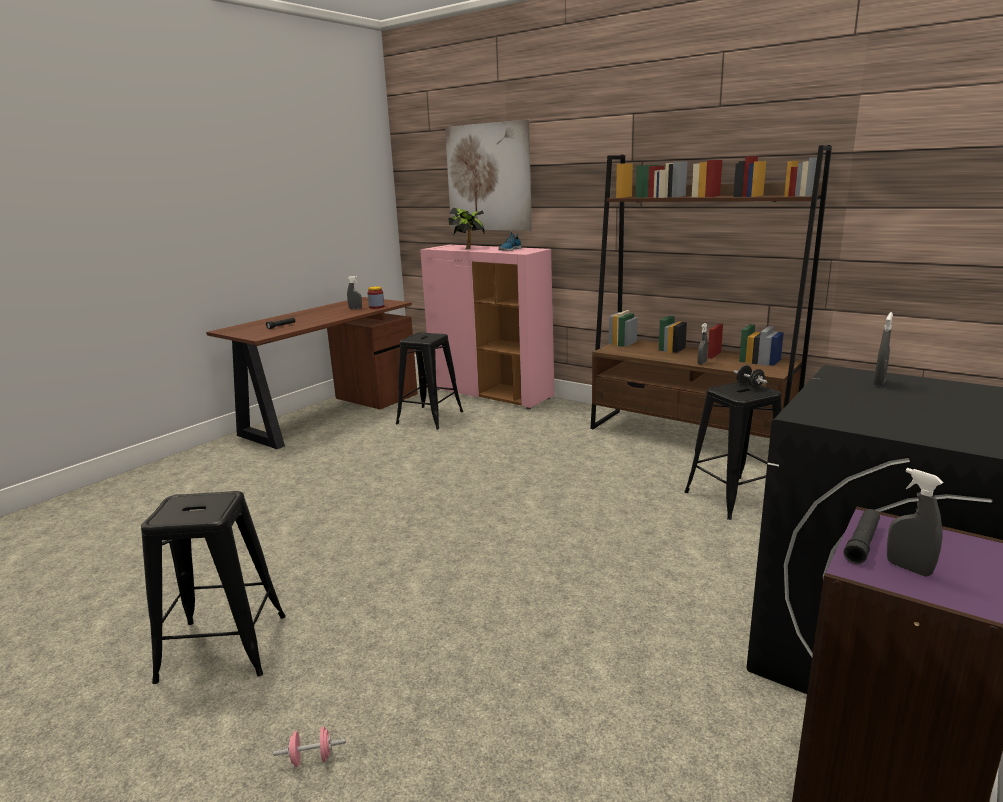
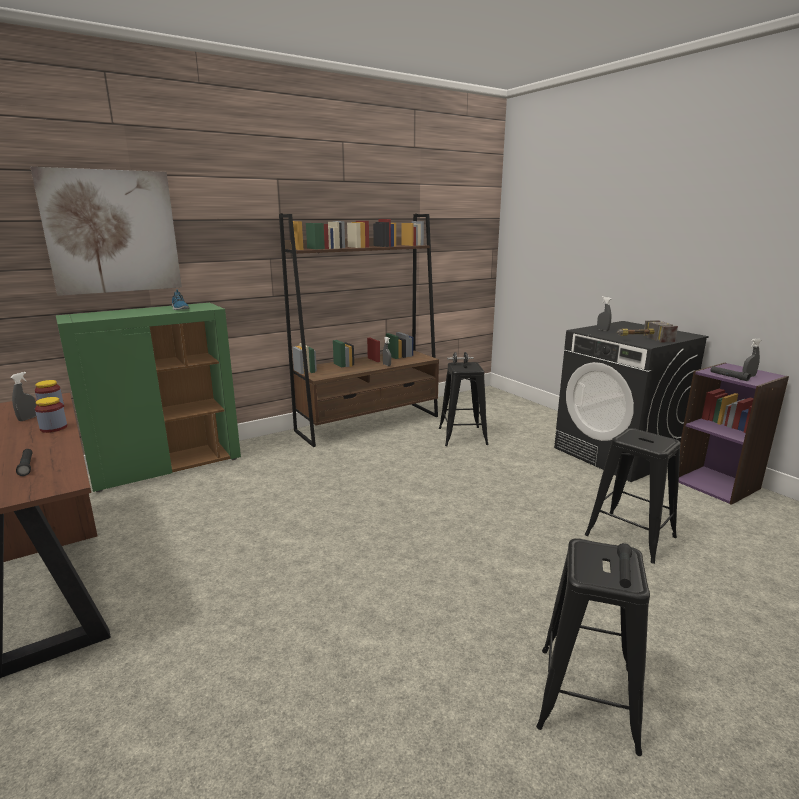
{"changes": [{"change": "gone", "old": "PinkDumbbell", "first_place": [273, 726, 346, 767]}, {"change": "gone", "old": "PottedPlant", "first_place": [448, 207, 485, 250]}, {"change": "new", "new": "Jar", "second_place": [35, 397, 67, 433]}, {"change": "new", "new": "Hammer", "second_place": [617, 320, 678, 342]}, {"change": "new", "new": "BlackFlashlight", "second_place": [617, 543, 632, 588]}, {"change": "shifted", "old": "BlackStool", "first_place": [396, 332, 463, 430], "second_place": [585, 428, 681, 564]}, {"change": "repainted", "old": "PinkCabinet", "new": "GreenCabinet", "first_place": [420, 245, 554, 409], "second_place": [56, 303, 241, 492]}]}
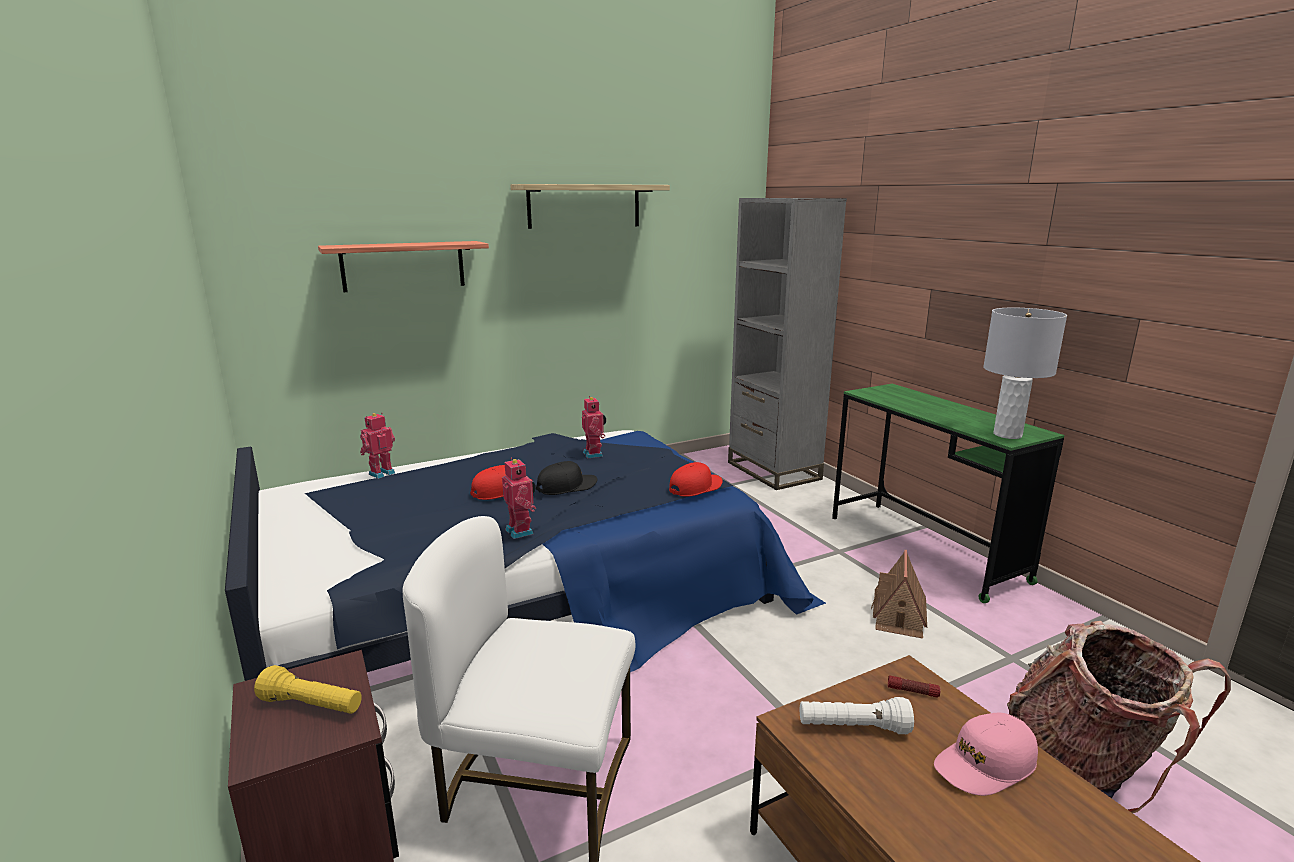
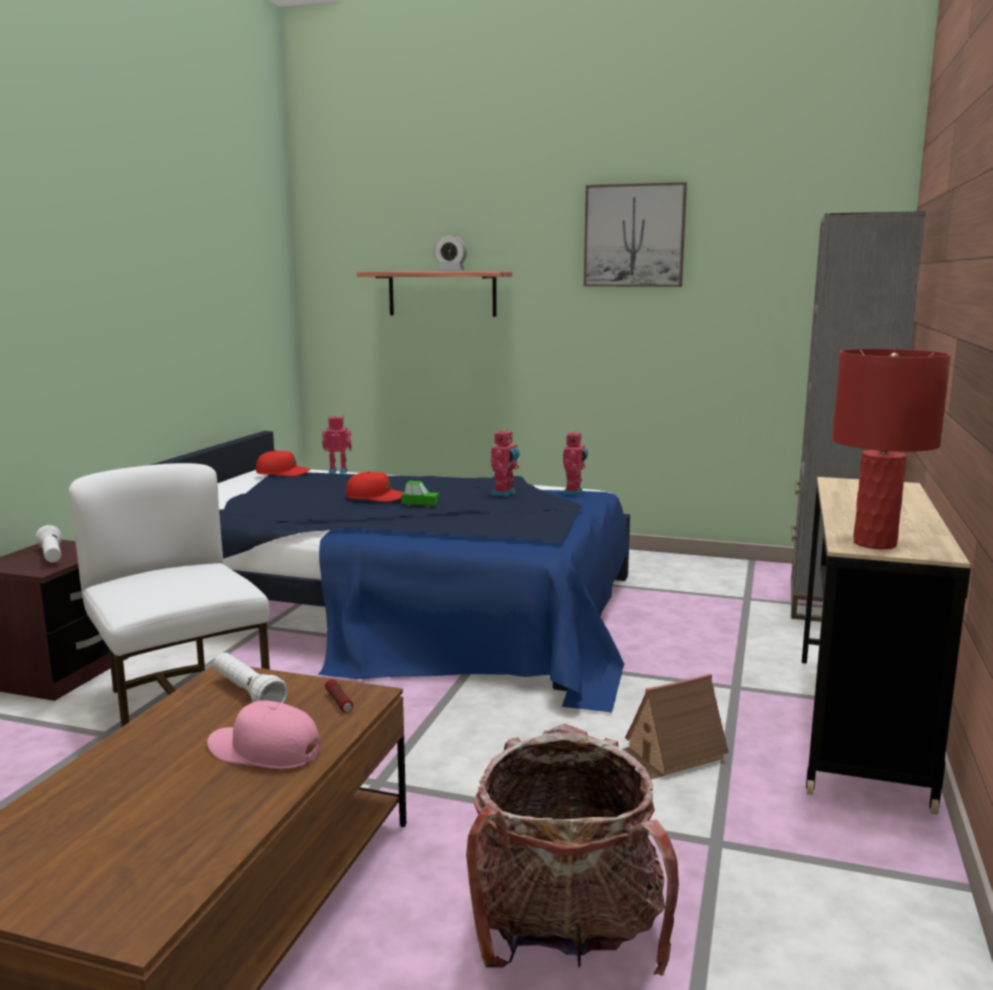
{"changes": [{"change": "new", "new": "AlarmClock", "second_place": [434, 235, 467, 270]}, {"change": "shifted", "old": "ToyRobot", "first_place": [502, 457, 536, 539], "second_place": [563, 430, 588, 495]}, {"change": "shifted", "old": "RedCap", "first_place": [669, 462, 723, 497], "second_place": [256, 450, 311, 477]}, {"change": "swapped", "old": "Shelf", "new": "Picture", "first_place": [510, 184, 670, 229], "second_place": [584, 182, 687, 287]}, {"change": "swapped", "old": "BlackCap", "new": "GreenToyCar", "first_place": [536, 461, 597, 495], "second_place": [401, 481, 439, 508]}, {"change": "repainted", "old": "YellowFlashlight", "new": "WhiteFlashlight", "first_place": [254, 665, 362, 714], "second_place": [35, 525, 62, 563]}, {"change": "repainted", "old": "GreenDesk", "new": "BeigeDesk", "first_place": [832, 384, 1064, 603], "second_place": [802, 477, 971, 815]}, {"change": "repainted", "old": "GreyTableLamp", "new": "RedTableLamp", "first_place": [983, 308, 1067, 439], "second_place": [832, 349, 951, 549]}]}
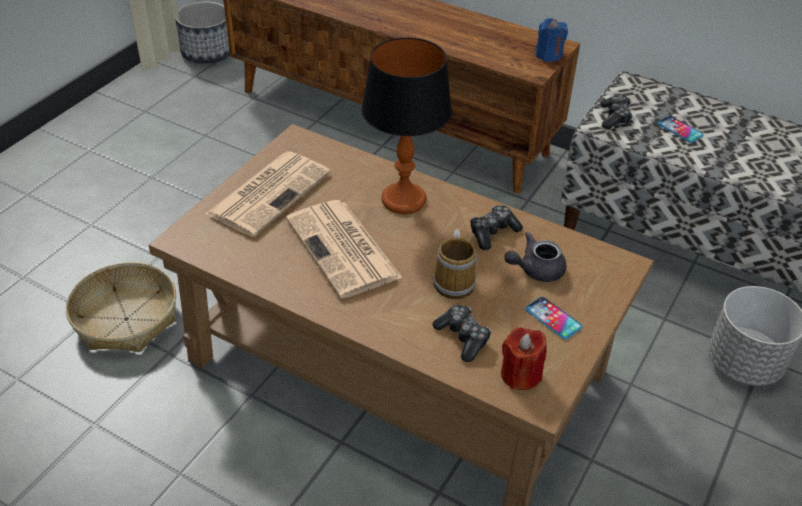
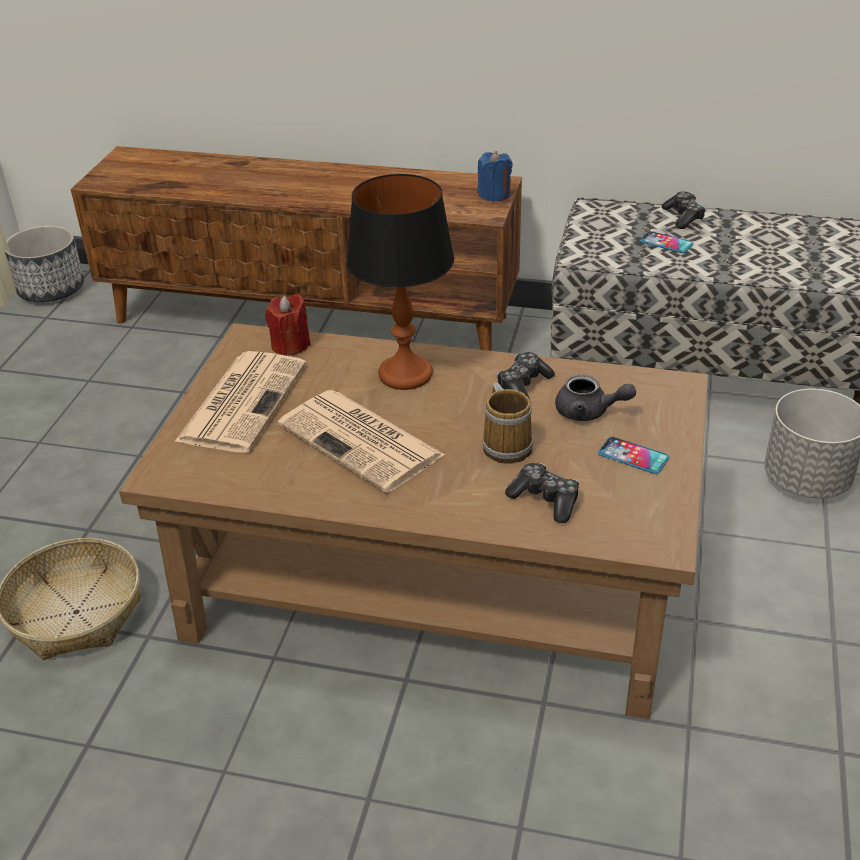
{"changes": [{"change": "shifted", "old": "RedCandle", "first_place": [501, 327, 547, 390], "second_place": [265, 294, 311, 356]}, {"change": "shifted", "old": "GameController", "first_place": [601, 94, 633, 129], "second_place": [662, 191, 706, 229]}, {"change": "rotated", "old": "GreyTeapot", "first_place": [504, 232, 566, 282], "second_place": [555, 374, 636, 421], "degrees": -120}]}
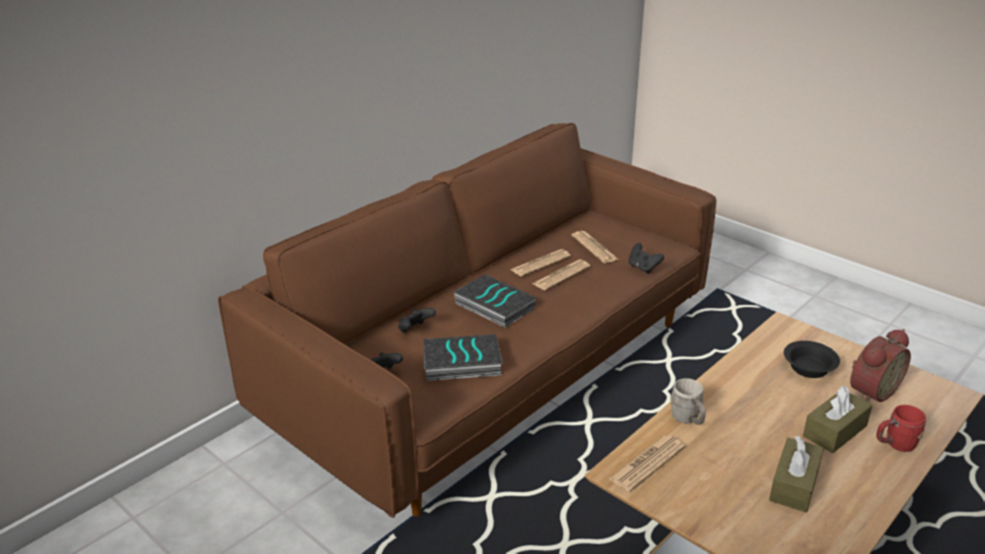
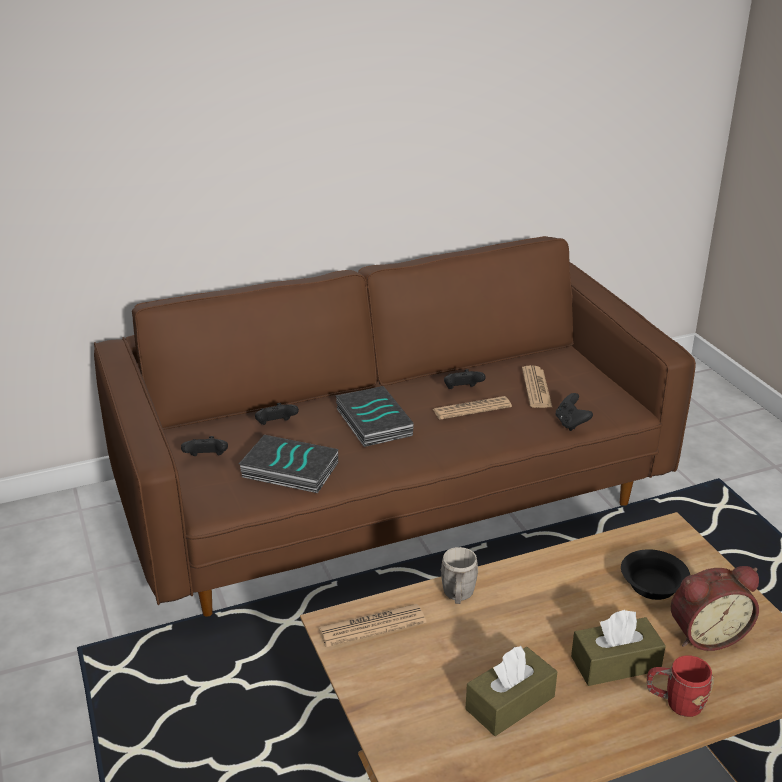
{"changes": [{"change": "swapped", "old": "Newspaper", "new": "BlackGameController", "first_place": [510, 249, 571, 277], "second_place": [444, 369, 485, 389]}]}
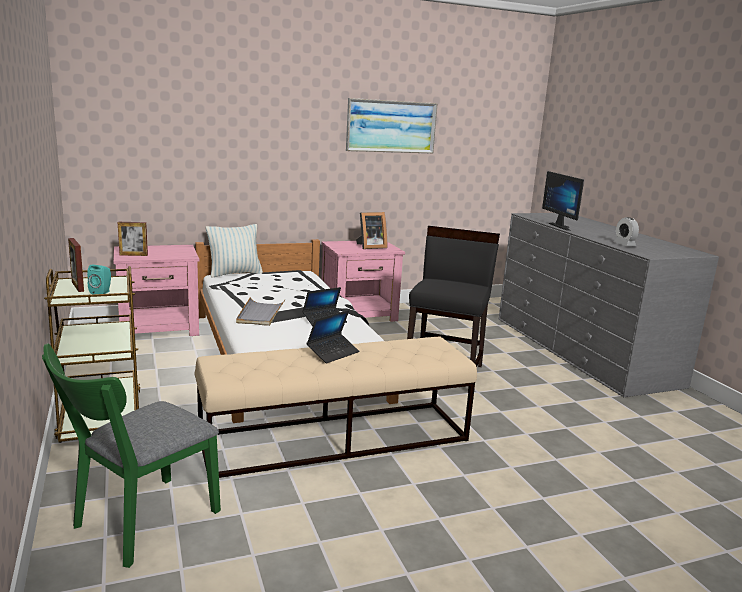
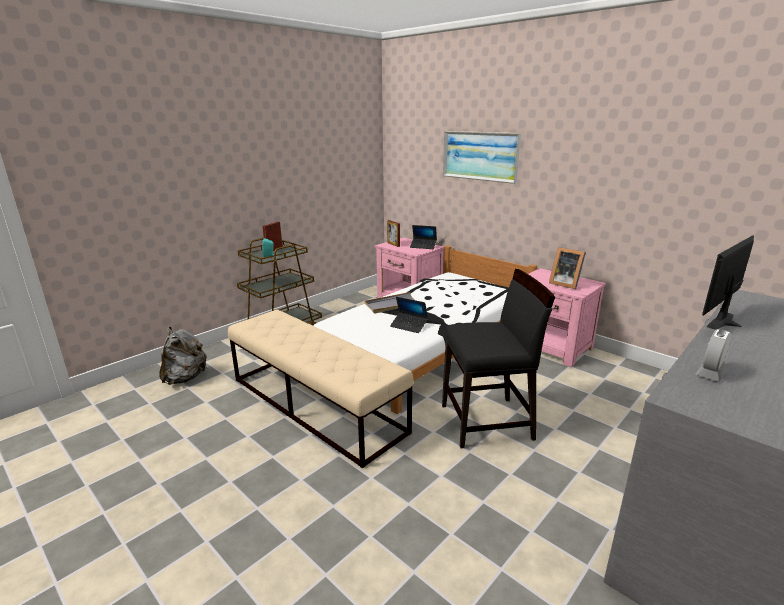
{"changes": [{"change": "gone", "old": "Pillow", "first_place": [206, 224, 263, 278]}, {"change": "shifted", "old": "Laptop", "first_place": [307, 310, 359, 363], "second_place": [410, 225, 437, 249]}, {"change": "shifted", "old": "Picture", "first_place": [346, 98, 438, 154], "second_place": [443, 131, 521, 184]}, {"change": "swapped", "old": "GreenChair", "new": "GreyBackpack", "first_place": [42, 343, 221, 568], "second_place": [159, 327, 207, 385]}]}
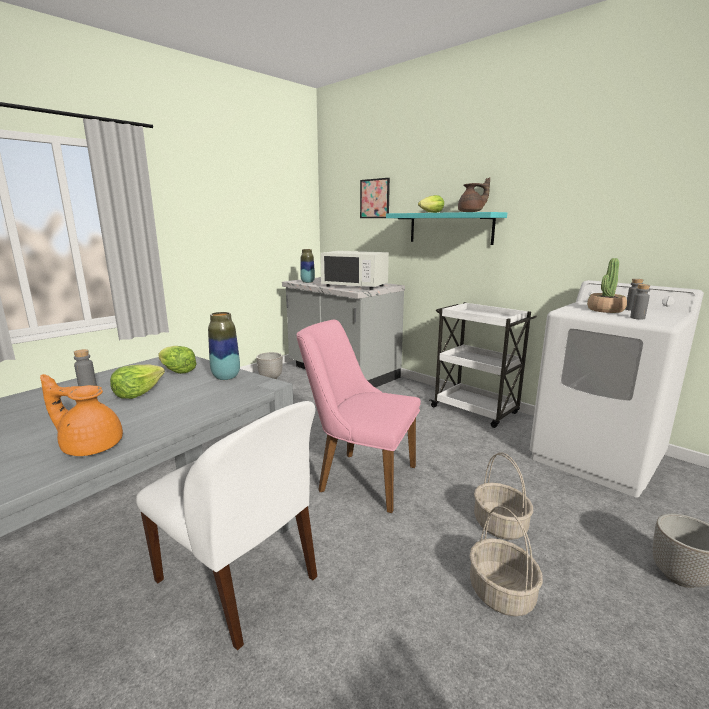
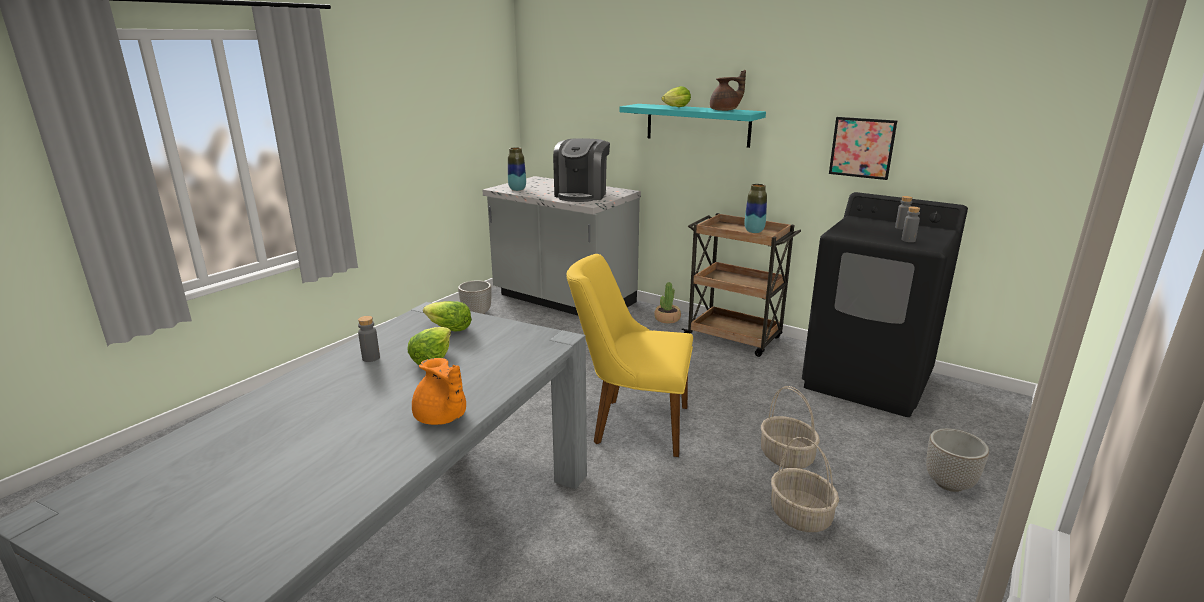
{"changes": [{"change": "gone", "old": "WhiteChair", "first_place": [136, 401, 317, 650]}, {"change": "shifted", "old": "Vase", "first_place": [208, 312, 240, 380], "second_place": [744, 184, 767, 233]}, {"change": "shifted", "old": "Picture", "first_place": [360, 178, 390, 218], "second_place": [829, 117, 897, 180]}, {"change": "shifted", "old": "PottedPlant", "first_place": [587, 258, 627, 313], "second_place": [654, 282, 681, 323]}, {"change": "swapped", "old": "WhiteMicrowave", "new": "CoffeeMachine", "first_place": [321, 251, 389, 290], "second_place": [553, 138, 610, 202]}, {"change": "repainted", "old": "PinkChair", "new": "YellowChair", "first_place": [296, 320, 421, 513], "second_place": [566, 254, 693, 457]}, {"change": "repainted", "old": "WhiteCart", "new": "BrownCart", "first_place": [430, 302, 537, 428], "second_place": [681, 213, 801, 357]}, {"change": "repainted", "old": "WhiteWashingMachine", "new": "BlackWashingMachine", "first_place": [529, 280, 704, 498], "second_place": [802, 192, 968, 417]}, {"change": "rotated", "old": "OrangeTeapot", "first_place": [40, 374, 123, 456], "second_place": [412, 358, 466, 425], "degrees": -135}]}
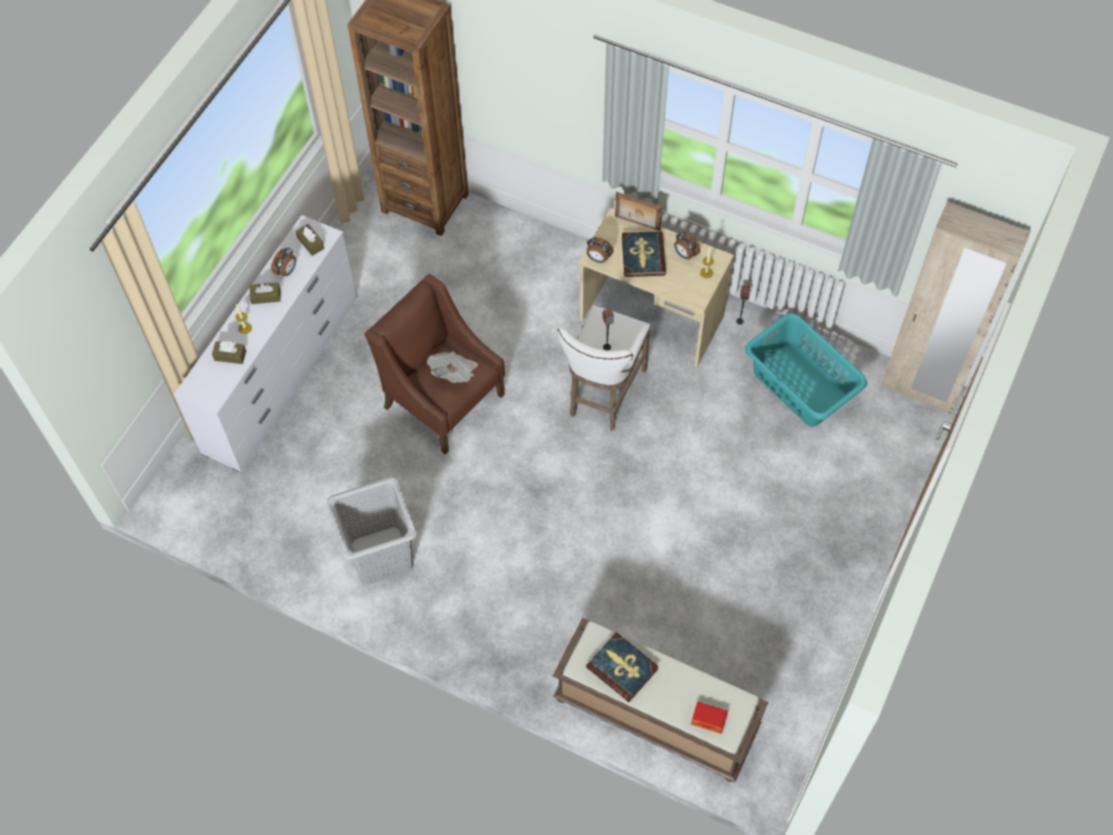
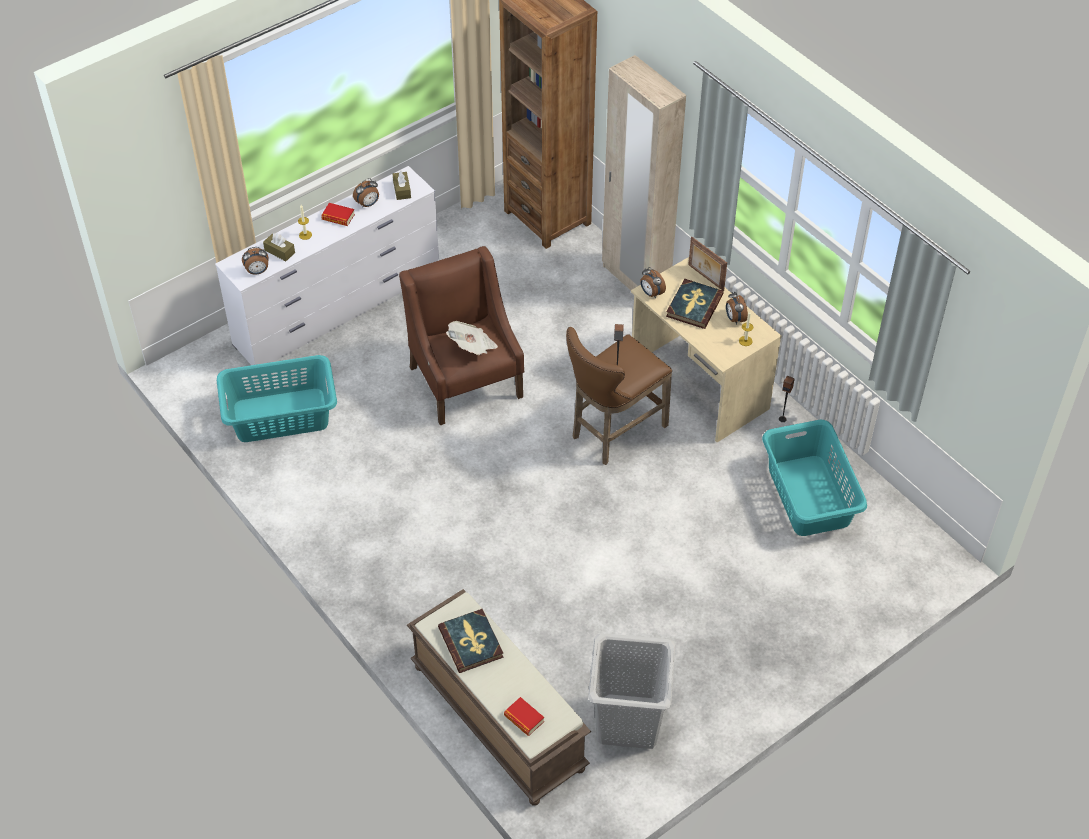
{"changes": [{"change": "new", "new": "TurquoiseLaundryBasket", "second_place": [217, 355, 337, 442]}, {"change": "new", "new": "AlarmClock", "second_place": [242, 247, 269, 275]}, {"change": "shifted", "old": "GreyLaundryBasket", "first_place": [327, 476, 416, 585], "second_place": [588, 633, 675, 749]}, {"change": "shifted", "old": "BeigeWardrobe", "first_place": [881, 201, 1031, 414], "second_place": [602, 55, 686, 290]}, {"change": "swapped", "old": "BrownTissueBox", "new": "Book", "first_place": [250, 282, 281, 304], "second_place": [321, 203, 355, 226]}, {"change": "repainted", "old": "WhiteStool", "new": "BrownStool", "first_place": [557, 305, 651, 430], "second_place": [566, 327, 672, 465]}]}
